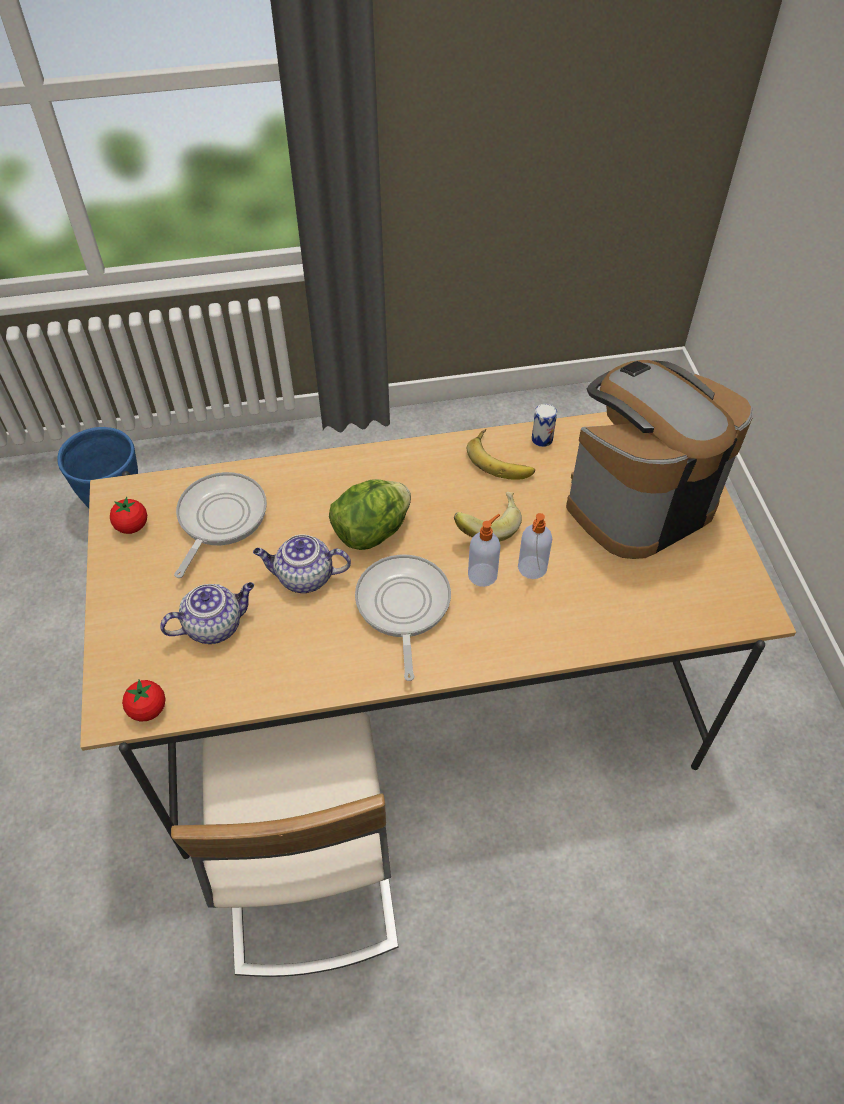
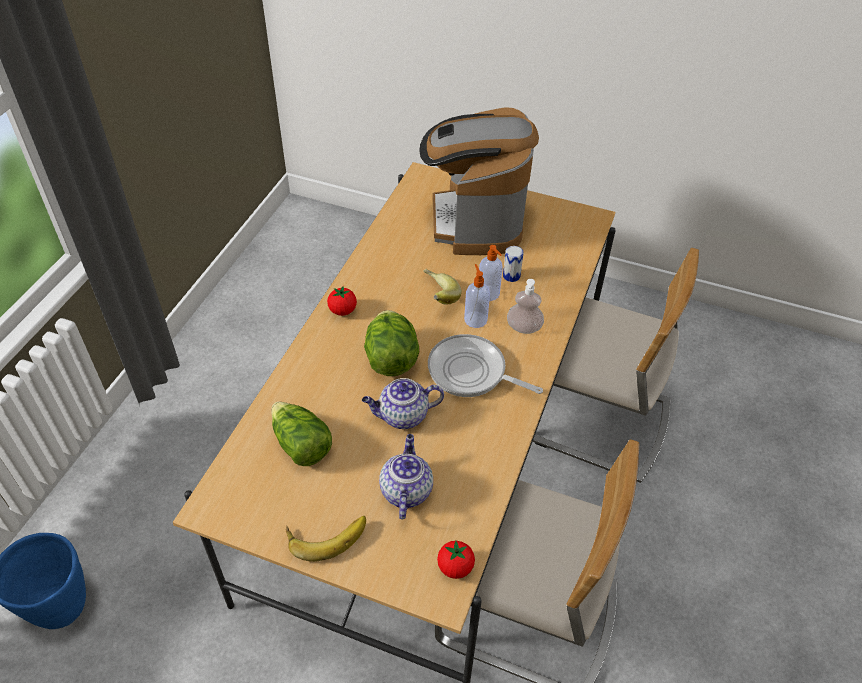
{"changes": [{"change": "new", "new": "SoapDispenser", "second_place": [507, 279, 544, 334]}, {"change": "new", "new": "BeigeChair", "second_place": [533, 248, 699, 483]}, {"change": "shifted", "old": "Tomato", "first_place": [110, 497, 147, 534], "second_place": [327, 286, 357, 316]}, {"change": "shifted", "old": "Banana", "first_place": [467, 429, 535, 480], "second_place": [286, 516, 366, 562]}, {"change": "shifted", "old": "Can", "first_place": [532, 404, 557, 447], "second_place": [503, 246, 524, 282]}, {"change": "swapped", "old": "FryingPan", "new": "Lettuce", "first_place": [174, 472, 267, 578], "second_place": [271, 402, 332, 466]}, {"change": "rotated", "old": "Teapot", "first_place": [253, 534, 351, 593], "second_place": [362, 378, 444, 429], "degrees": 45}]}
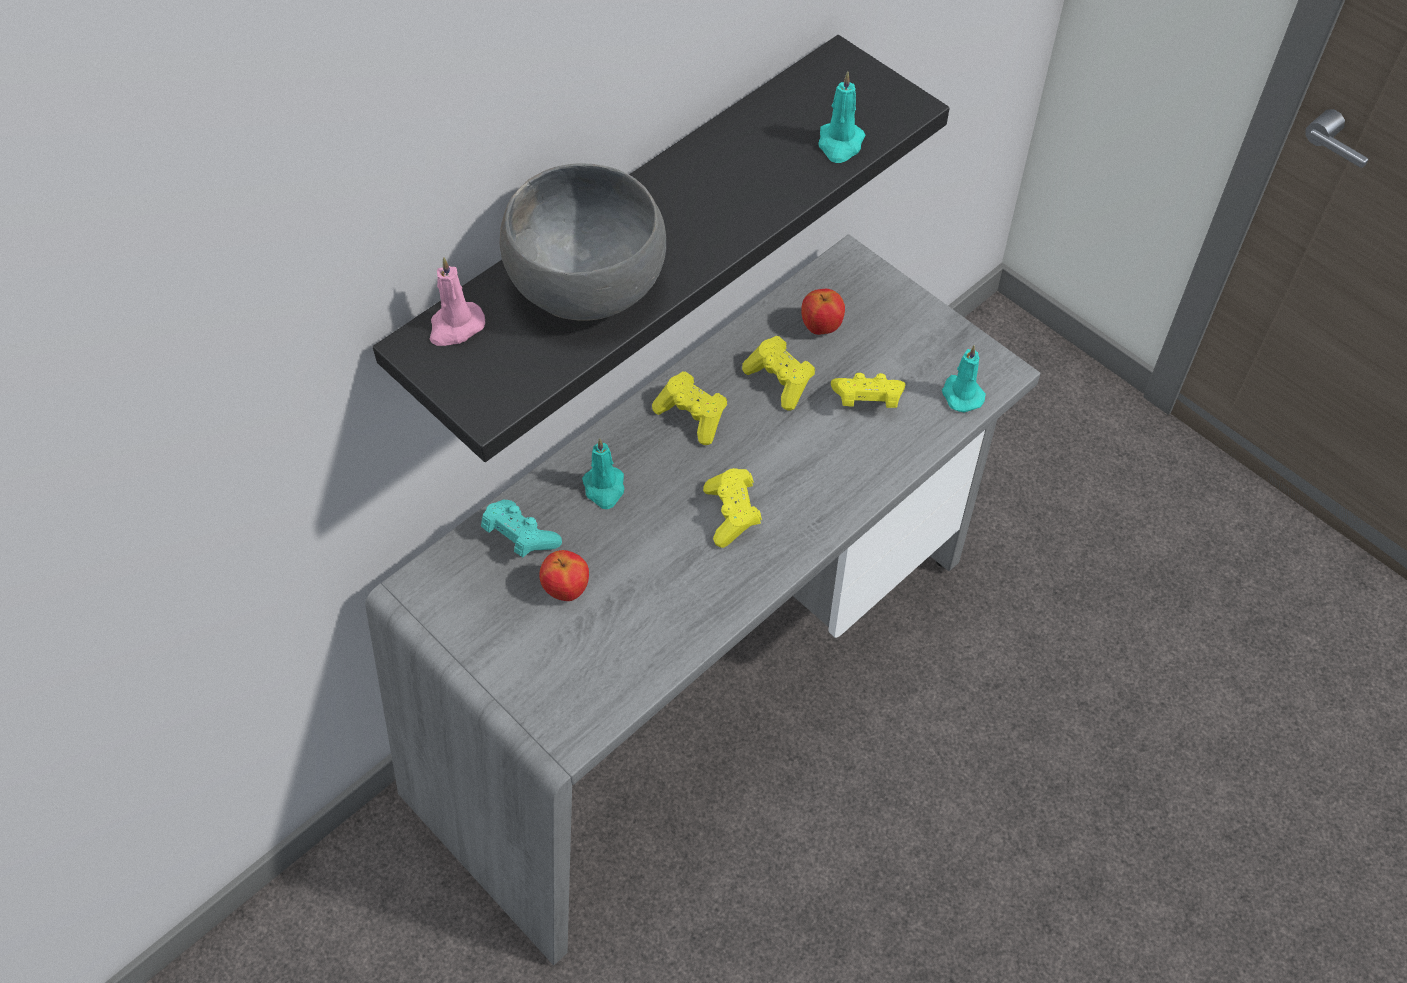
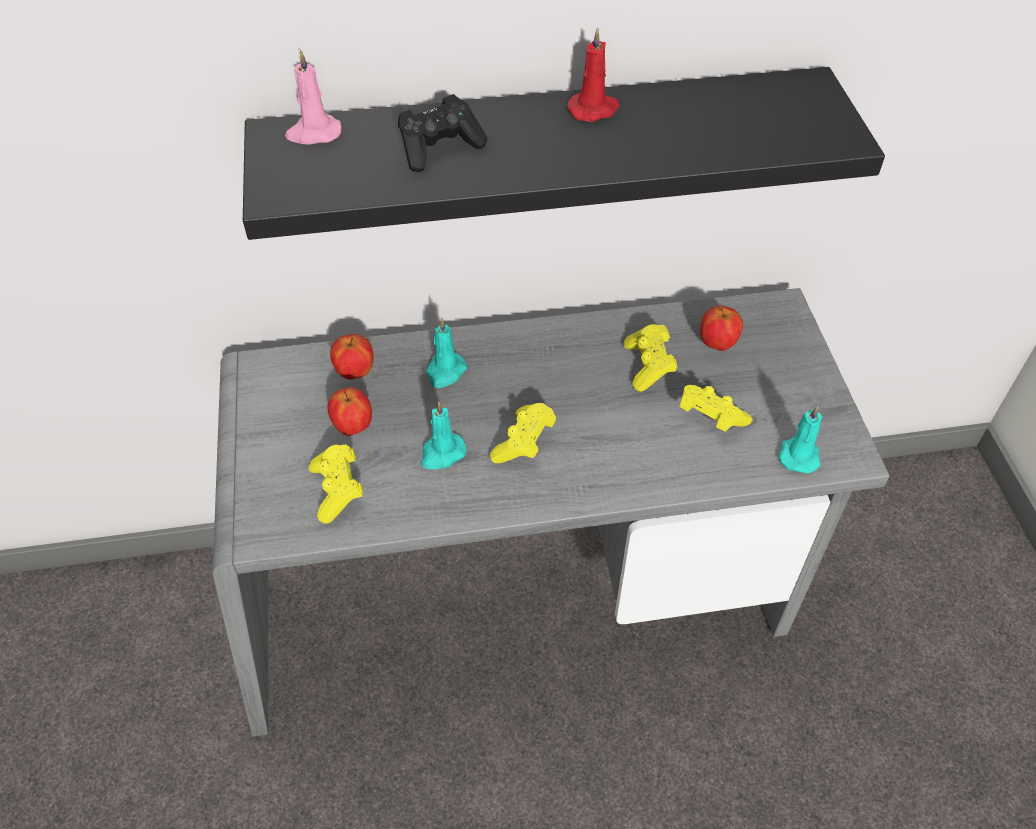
{"changes": [{"change": "new", "new": "RedCandle", "second_place": [567, 28, 620, 122]}, {"change": "shifted", "old": "YellowGameController", "first_place": [652, 371, 727, 445], "second_place": [309, 444, 363, 524]}, {"change": "shifted", "old": "TurquoiseCandle", "first_place": [819, 71, 865, 163], "second_place": [421, 401, 466, 469]}, {"change": "swapped", "old": "TurquoiseGameController", "new": "Apple", "first_place": [481, 500, 562, 557], "second_place": [330, 334, 374, 379]}, {"change": "swapped", "old": "GreyBowl", "new": "BlackGameController", "first_place": [500, 163, 666, 321], "second_place": [398, 94, 487, 172]}]}
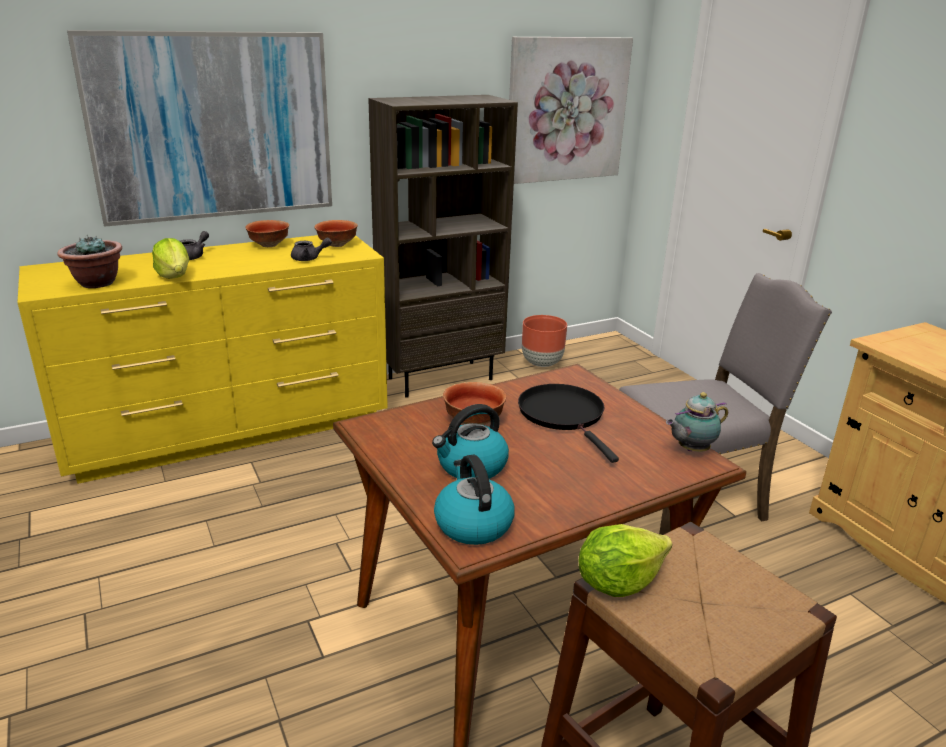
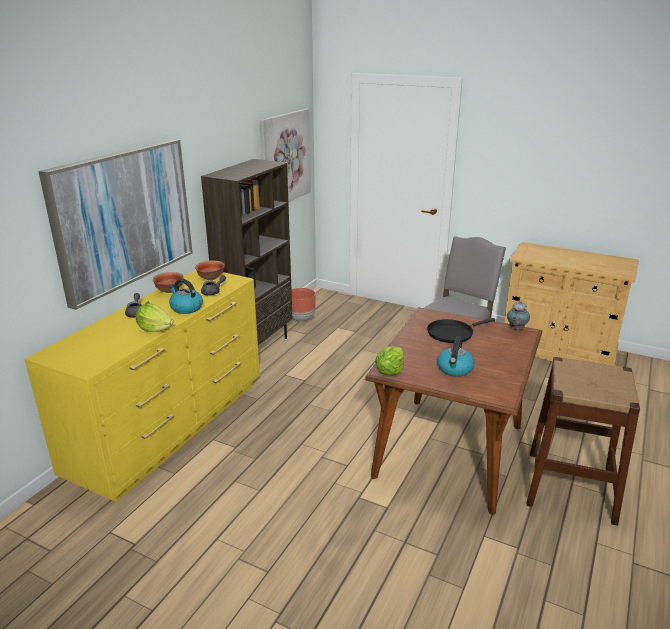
{"changes": [{"change": "gone", "old": "PottedPlant", "first_place": [57, 235, 122, 288]}, {"change": "gone", "old": "Bowl", "first_place": [443, 382, 506, 425]}, {"change": "shifted", "old": "Kettle", "first_place": [434, 455, 515, 545], "second_place": [169, 279, 203, 314]}, {"change": "shifted", "old": "Lettuce", "first_place": [579, 524, 672, 597], "second_place": [375, 347, 404, 375]}, {"change": "rotated", "old": "BlackFryingPan", "first_place": [518, 384, 619, 463], "second_place": [427, 318, 495, 343], "degrees": -60}]}
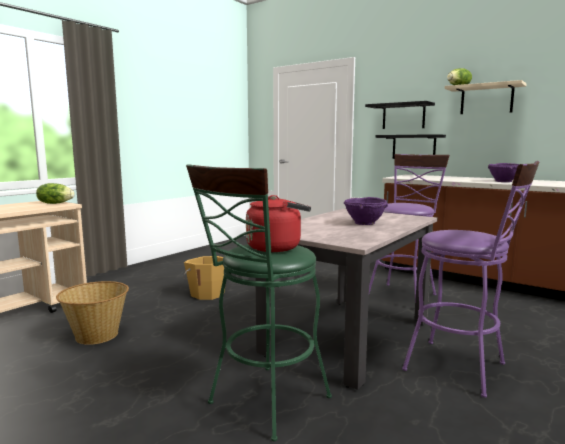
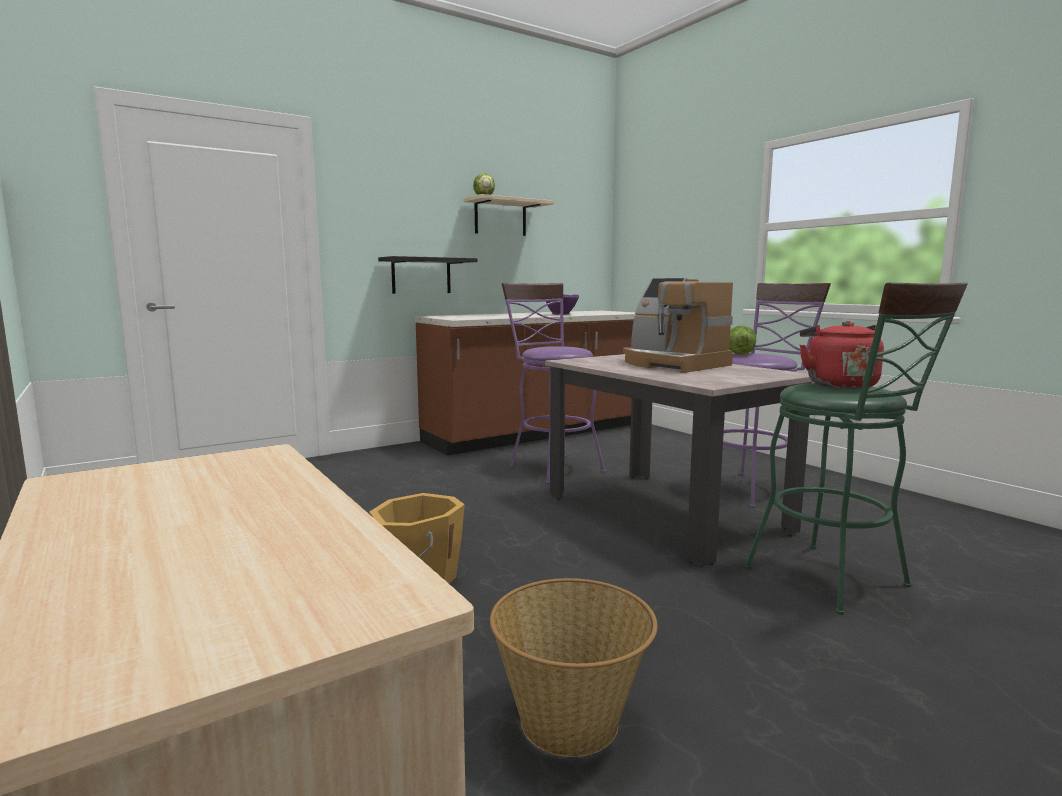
{"changes": [{"change": "gone", "old": "BlackShelf", "first_place": [365, 101, 435, 129]}, {"change": "shifted", "old": "Lettuce", "first_place": [36, 183, 75, 204], "second_place": [729, 325, 756, 355]}, {"change": "swapped", "old": "PurpleBowl", "new": "CoffeeMachine", "first_place": [344, 197, 388, 225], "second_place": [623, 278, 733, 373]}]}
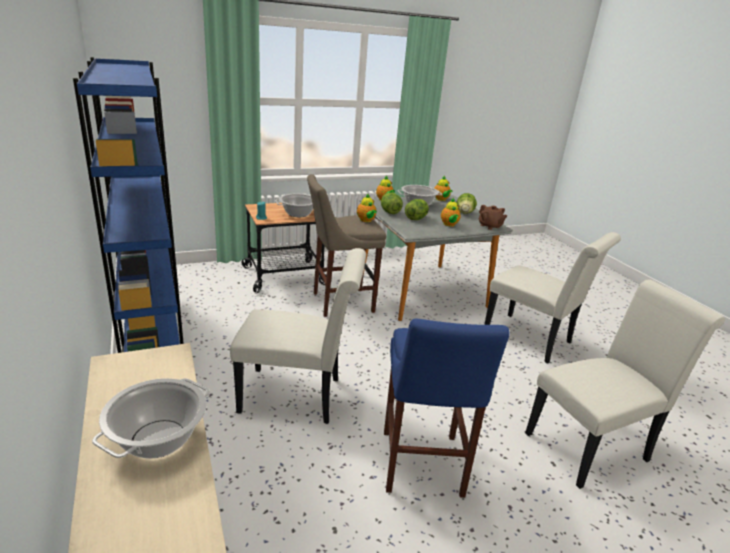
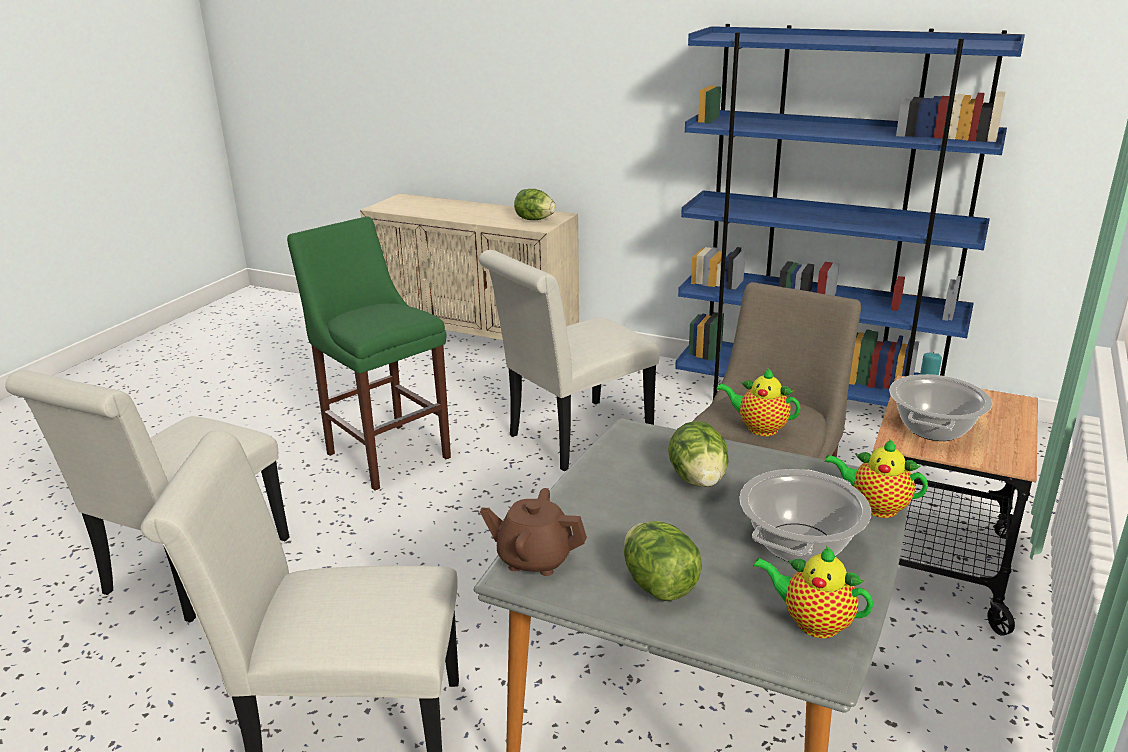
{"changes": [{"change": "gone", "old": "CookingPot", "first_place": [92, 378, 210, 459]}, {"change": "gone", "old": "Teapot", "first_place": [441, 198, 461, 227]}, {"change": "shifted", "old": "Lettuce", "first_place": [381, 192, 403, 214], "second_place": [514, 189, 556, 220]}, {"change": "repainted", "old": "BlueStool", "new": "GreenStool", "first_place": [384, 319, 509, 498], "second_place": [287, 216, 451, 491]}]}
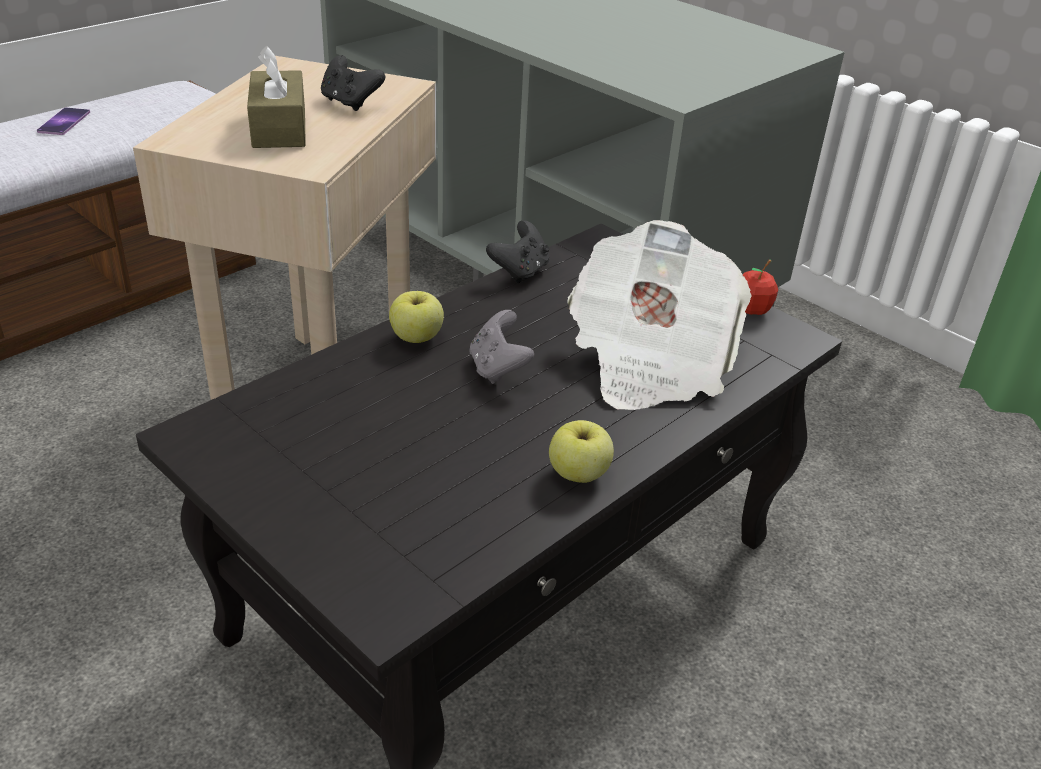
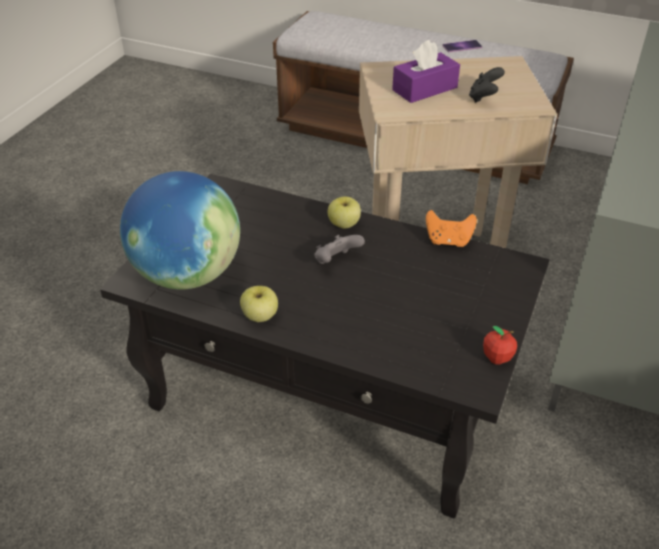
{"changes": [{"change": "gone", "old": "Newspaper", "first_place": [567, 220, 752, 410]}, {"change": "new", "new": "Globe", "second_place": [120, 171, 240, 290]}, {"change": "repainted", "old": "BrownTissueBox", "new": "PurpleTissueBox", "first_place": [247, 46, 306, 148], "second_place": [392, 40, 460, 103]}, {"change": "repainted", "old": "BlackGameController", "new": "OrangeGameController", "first_place": [486, 220, 549, 283], "second_place": [426, 210, 477, 247]}]}
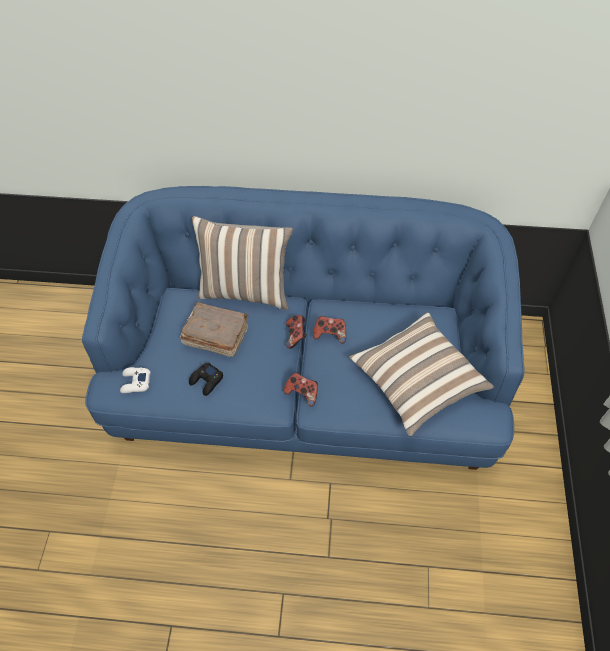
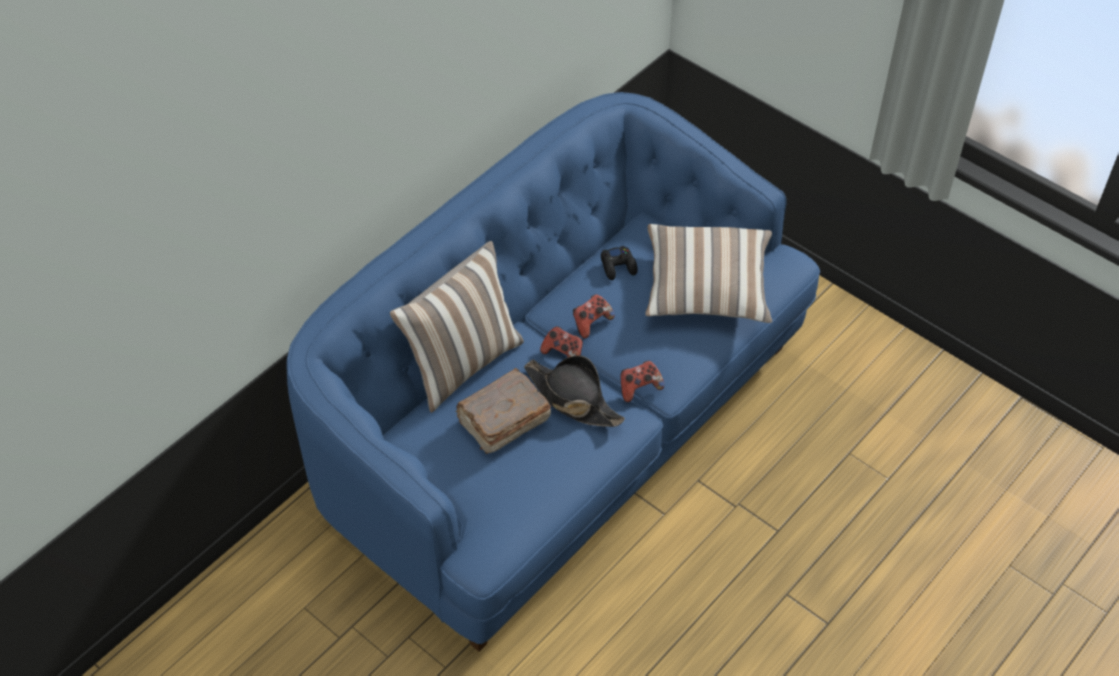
{"changes": [{"change": "gone", "old": "WhiteGameController", "first_place": [120, 367, 151, 393]}, {"change": "new", "new": "BlackHat", "second_place": [524, 355, 625, 427]}, {"change": "shifted", "old": "BlackGameController", "first_place": [189, 363, 223, 396], "second_place": [601, 246, 638, 280]}]}
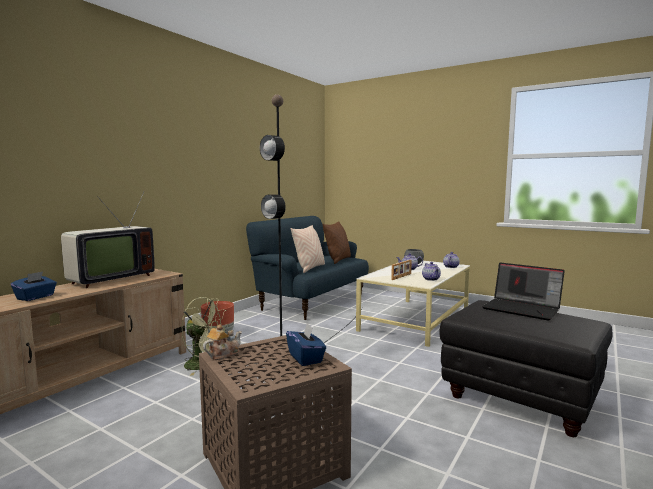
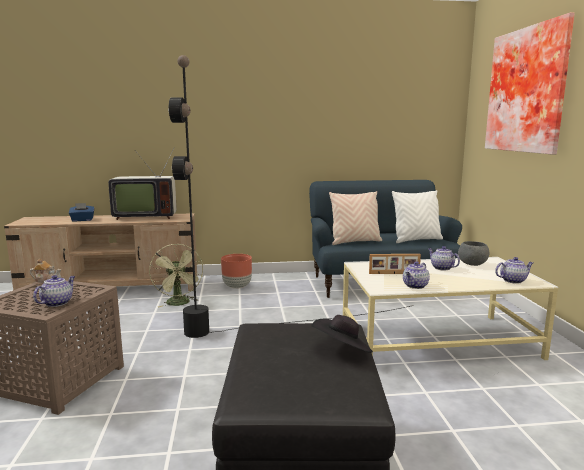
{"changes": [{"change": "new", "new": "Picture", "second_place": [485, 12, 575, 155]}, {"change": "swapped", "old": "BlueTissueBox", "new": "Teapot", "first_place": [286, 323, 326, 366], "second_place": [33, 275, 75, 307]}, {"change": "swapped", "old": "Laptop", "new": "BlackHat", "first_place": [482, 262, 565, 321], "second_place": [311, 315, 373, 353]}, {"change": "repainted", "old": "BrownPillow", "new": "WhitePillow", "first_place": [322, 222, 351, 264], "second_place": [392, 190, 443, 243]}]}
